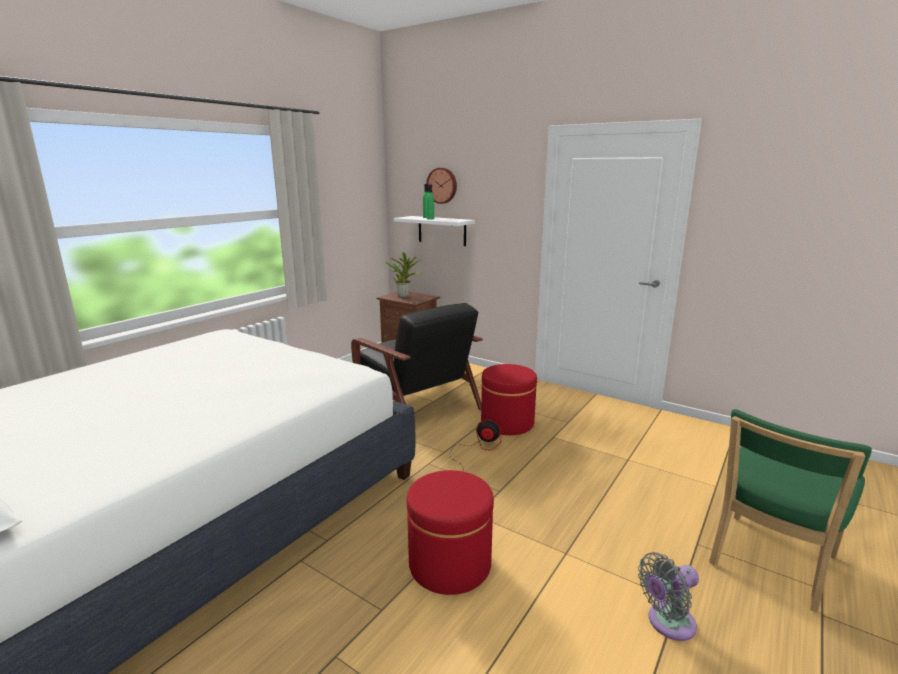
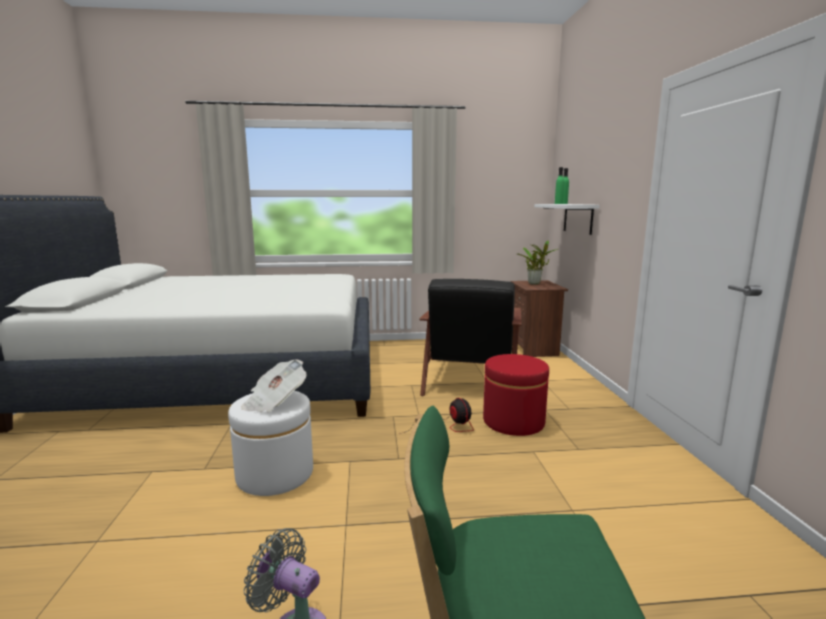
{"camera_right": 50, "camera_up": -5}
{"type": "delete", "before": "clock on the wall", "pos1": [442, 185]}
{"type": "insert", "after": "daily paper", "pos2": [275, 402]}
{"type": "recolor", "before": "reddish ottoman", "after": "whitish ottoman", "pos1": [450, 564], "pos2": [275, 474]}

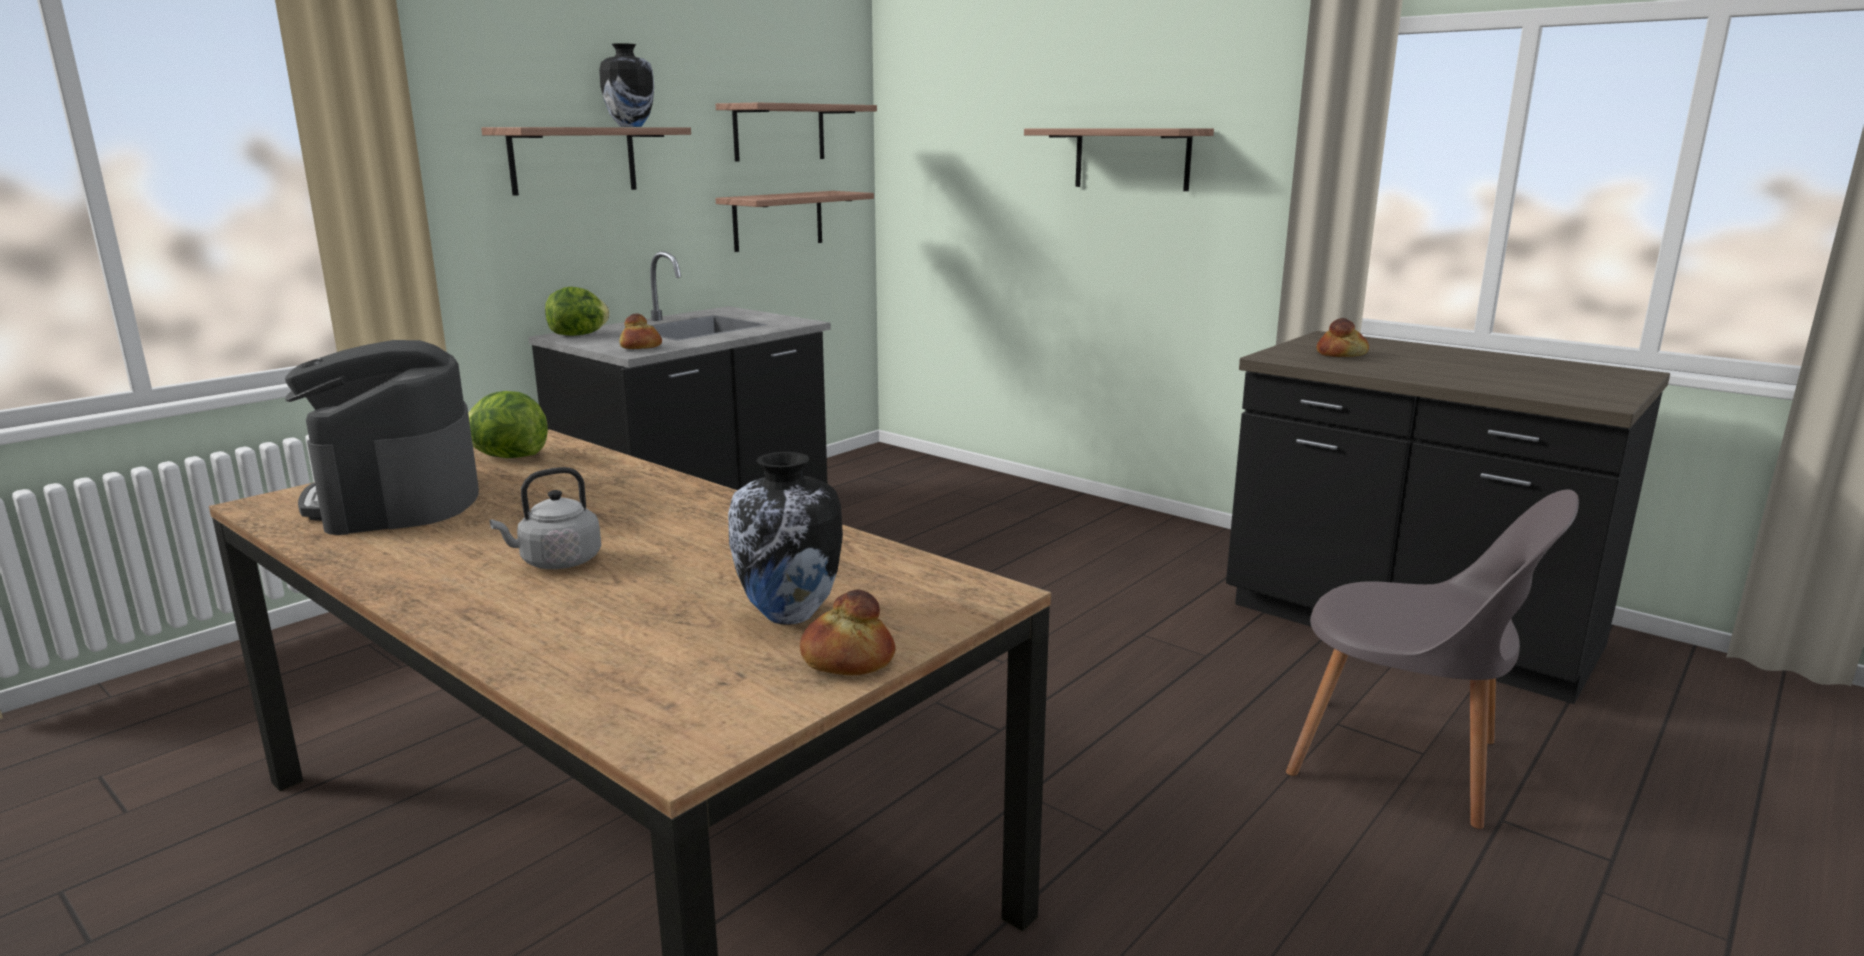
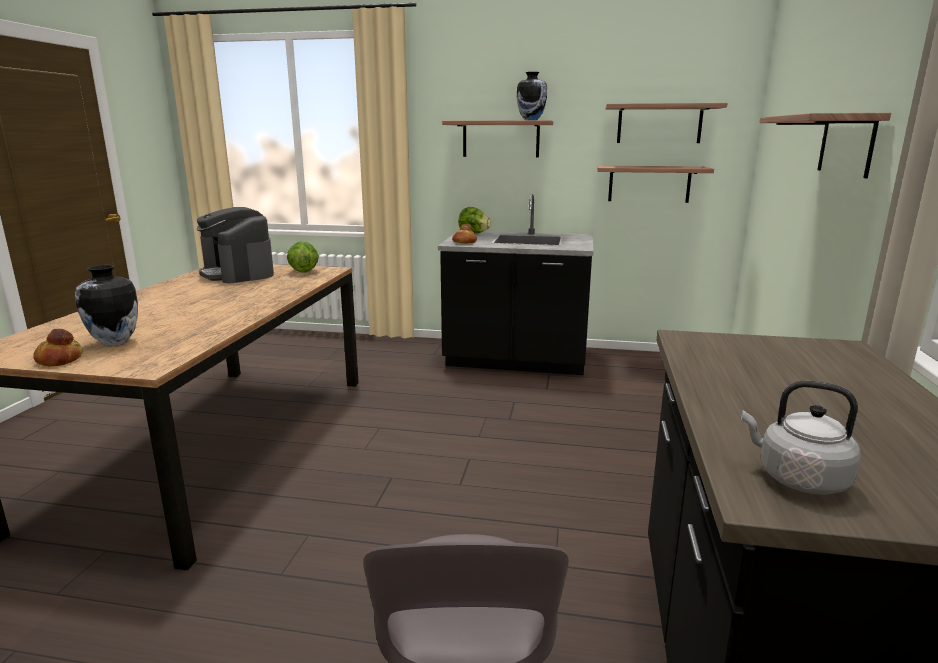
{"camera_right": 60, "camera_up": 0}
{"type": "delete", "before": "bread", "pos1": [1341, 354]}
{"type": "move", "before": "greyish tea kettle", "pos1": [557, 562], "pos2": [797, 478]}
{"type": "rotate", "before": "coffee brewer", "pos1": [396, 499], "pos2": [238, 273], "turn": -75}

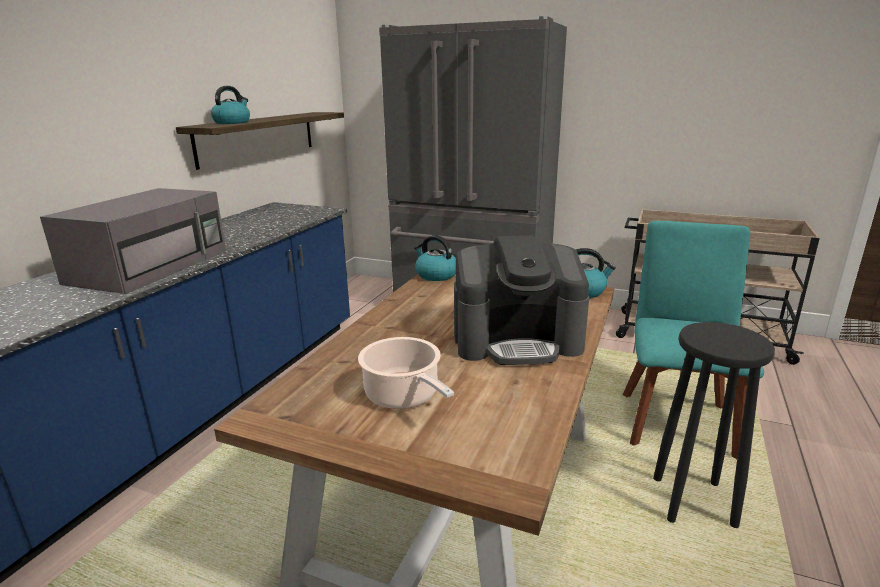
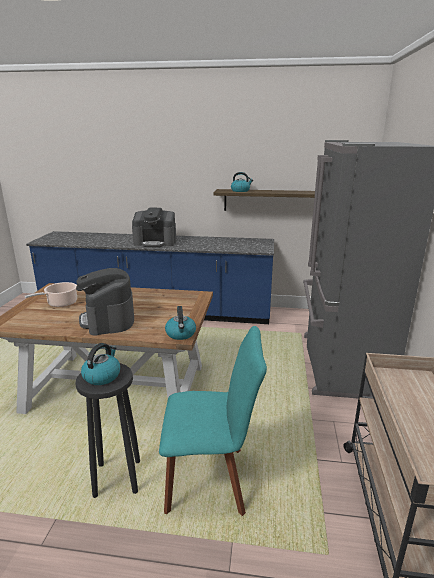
{"camera_right": 75, "camera_up": 0}
{"type": "move", "before": "tea kettle", "pos1": [435, 275], "pos2": [102, 376]}
{"type": "replace", "before": "greyish microwave oven", "after": "coffee brewer", "pos1": [151, 266], "pos2": [155, 242]}

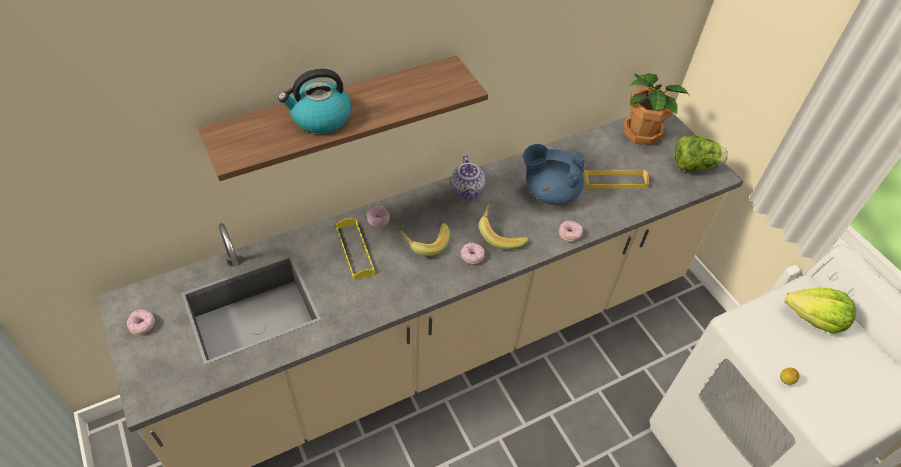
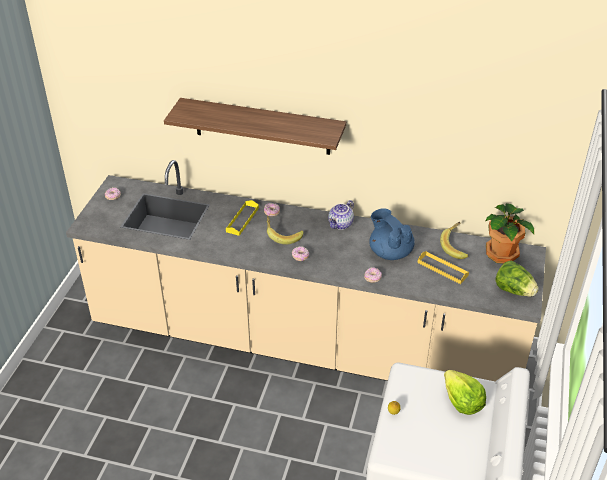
{"camera_right": 45, "camera_up": -10}
{"type": "delete", "before": "tea kettle", "pos1": [320, 118]}
{"type": "move", "before": "banana", "pos1": [501, 233], "pos2": [456, 247]}

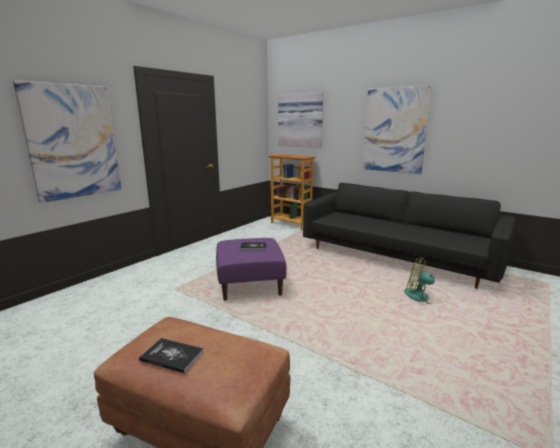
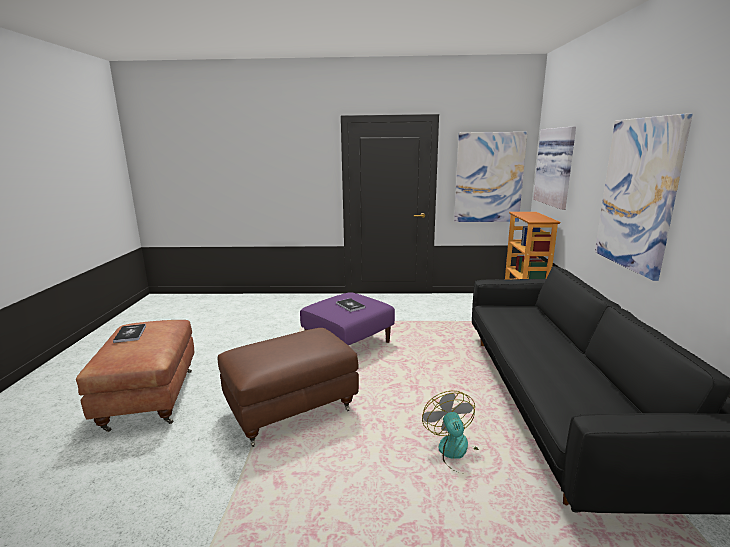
{"camera_right": 55, "camera_up": 0}
{"type": "insert", "after": "brown ottoman", "pos2": [291, 410]}
{"type": "move", "before": "wall art", "pos1": [73, 142], "pos2": [489, 178]}

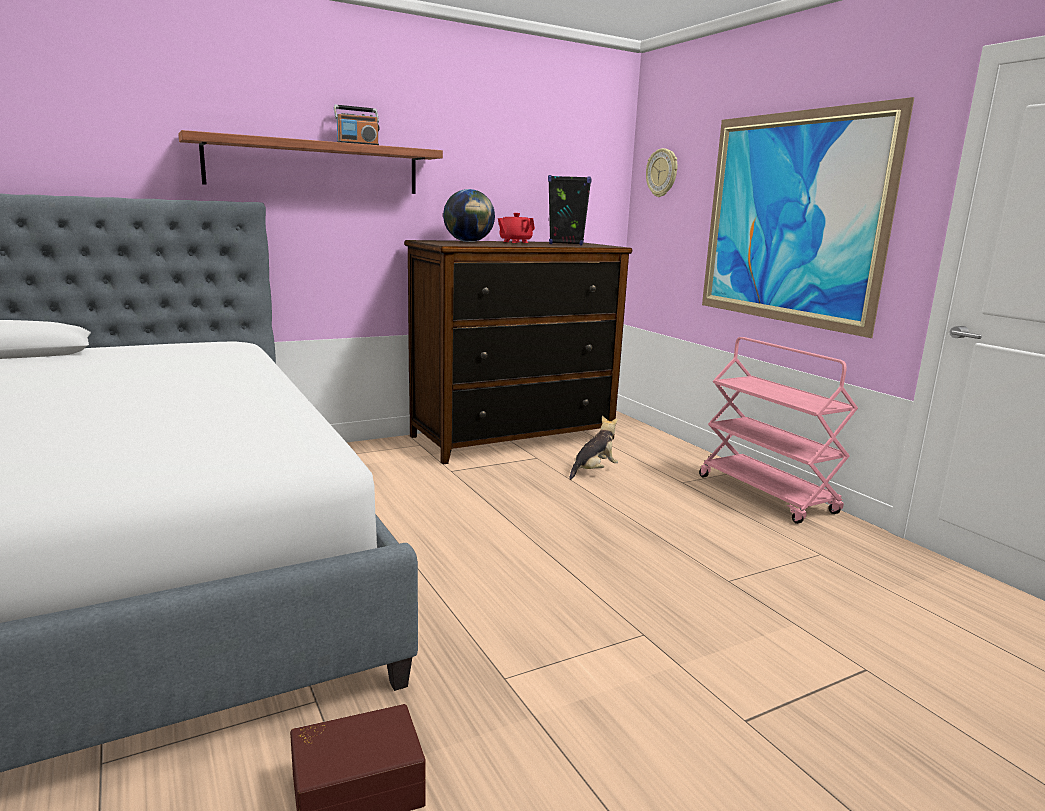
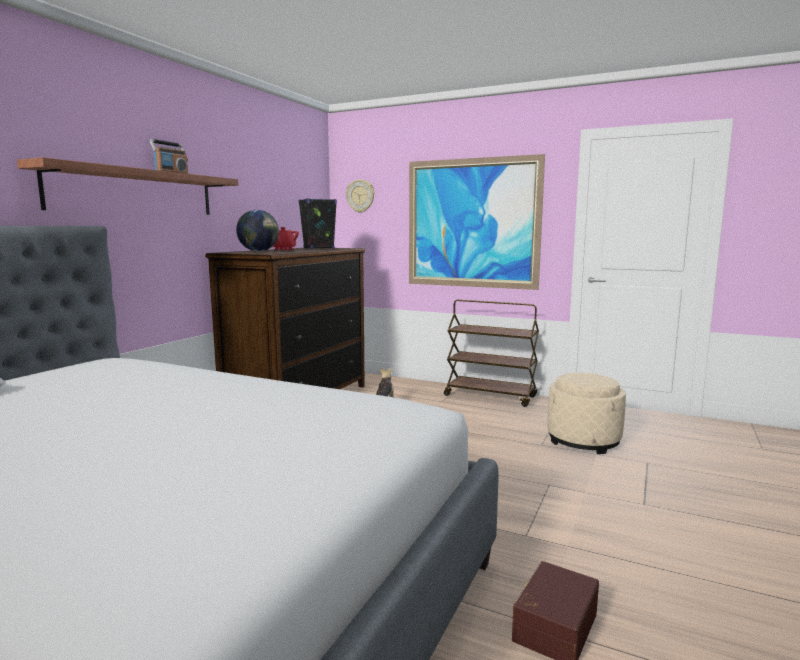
{"camera_right": -35, "camera_up": -5}
{"type": "insert", "after": "sand-coloured ottoman", "pos2": [583, 440]}
{"type": "recolor", "before": "pink-coloured cart", "after": "brown cart", "pos1": [767, 495], "pos2": [491, 396]}

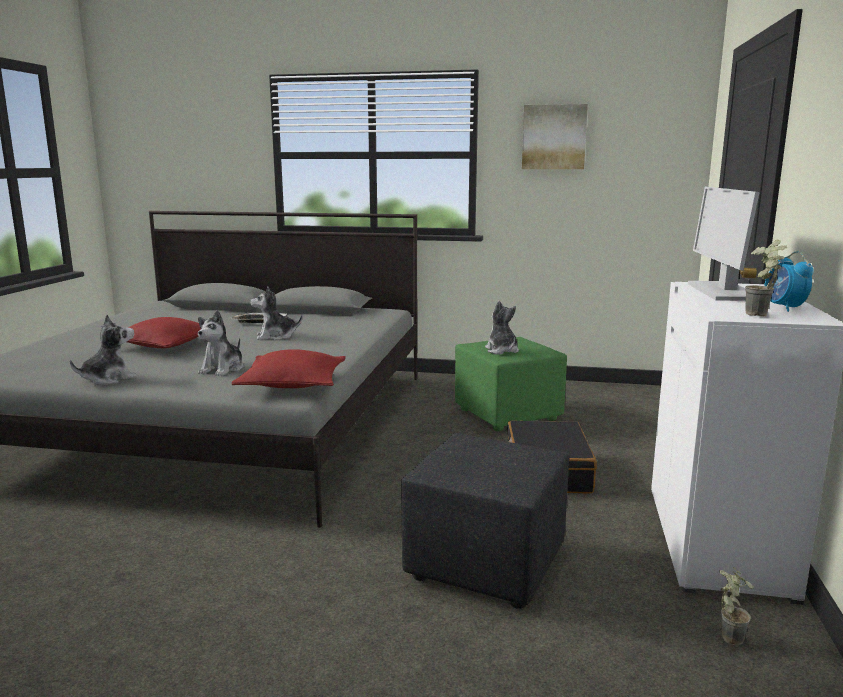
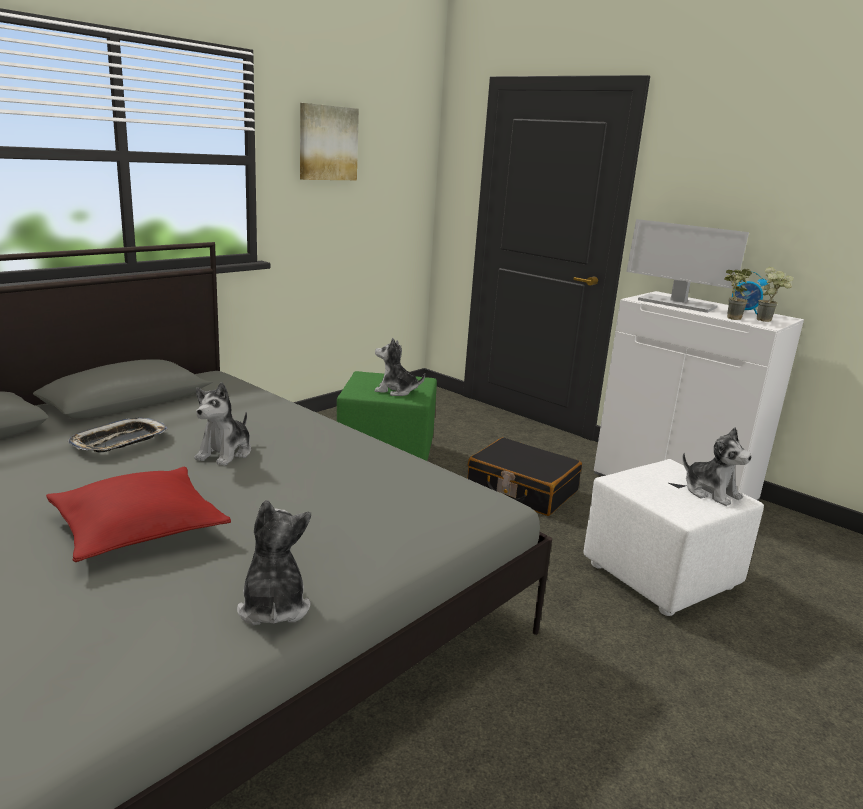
{"camera_right": -60, "camera_up": 5}
{"type": "delete", "before": "reddish cushion", "pos1": [292, 384]}
{"type": "move", "before": "plush toy", "pos1": [223, 369], "pos2": [711, 492]}
{"type": "move", "before": "plant in a pot", "pos1": [727, 635], "pos2": [729, 318]}
{"type": "recolor", "before": "blackish ottoman", "after": "whitish ottoman", "pos1": [484, 565], "pos2": [660, 577]}

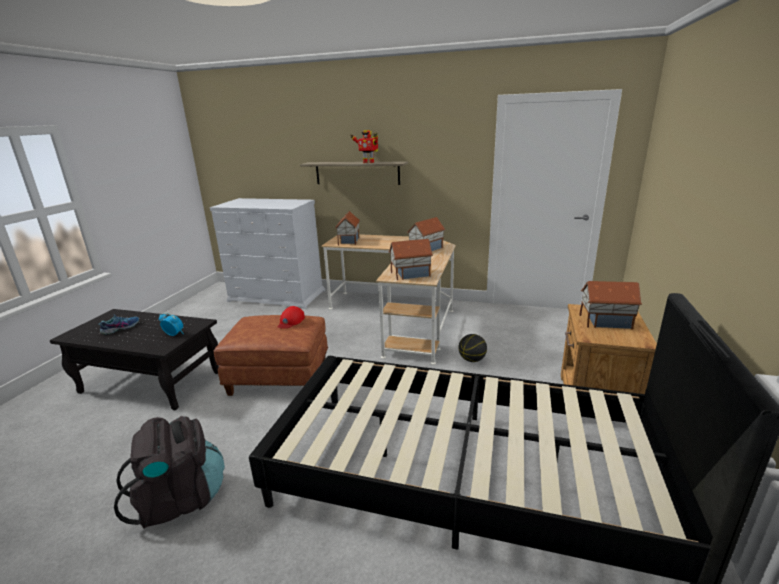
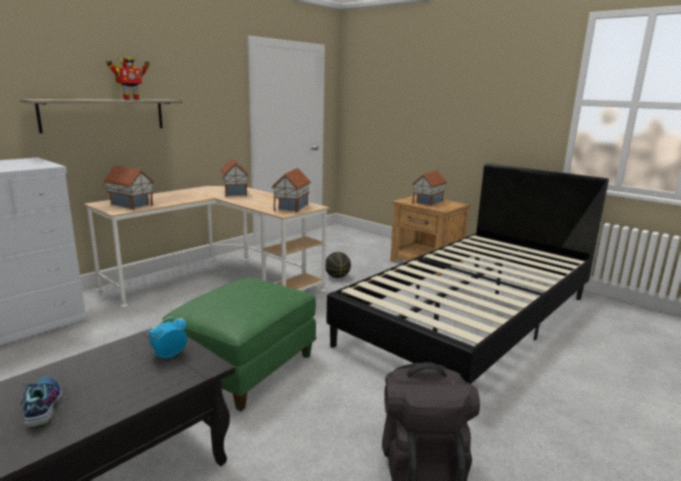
{"camera_right": -65, "camera_up": -5}
{"type": "delete", "before": "reddish peaked cap", "pos1": [291, 321]}
{"type": "recolor", "before": "brown ottoman", "after": "greenish ottoman", "pos1": [280, 377], "pos2": [245, 367]}

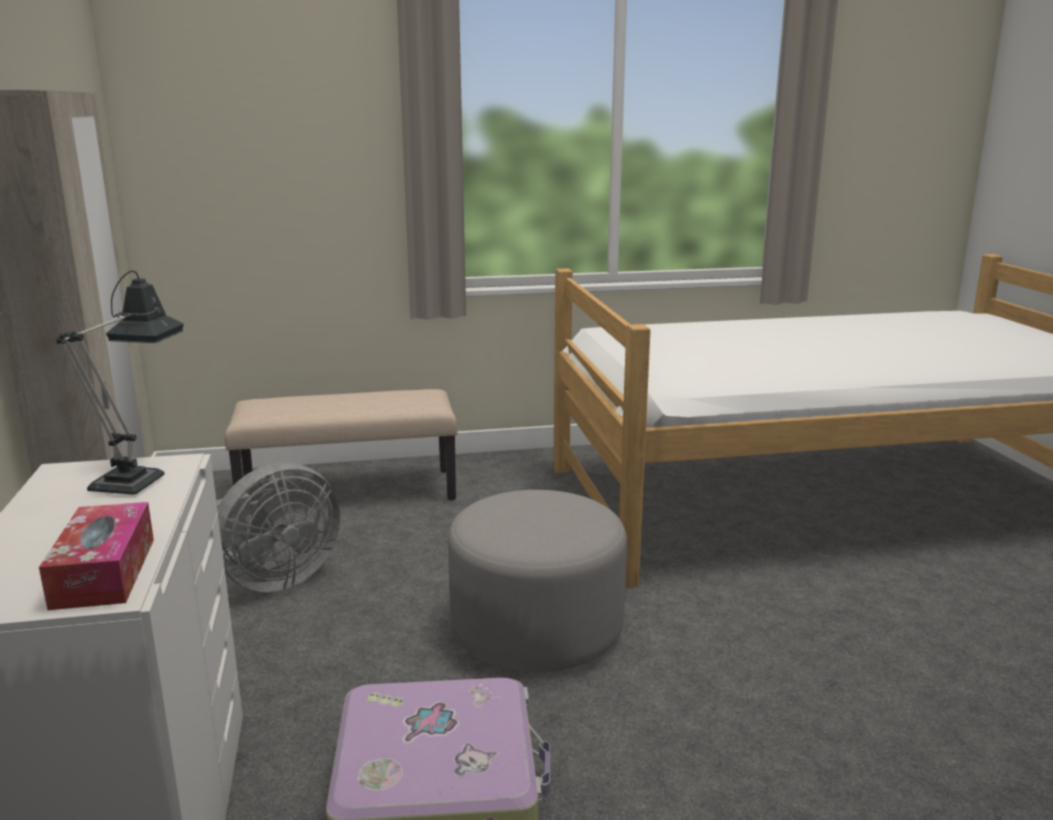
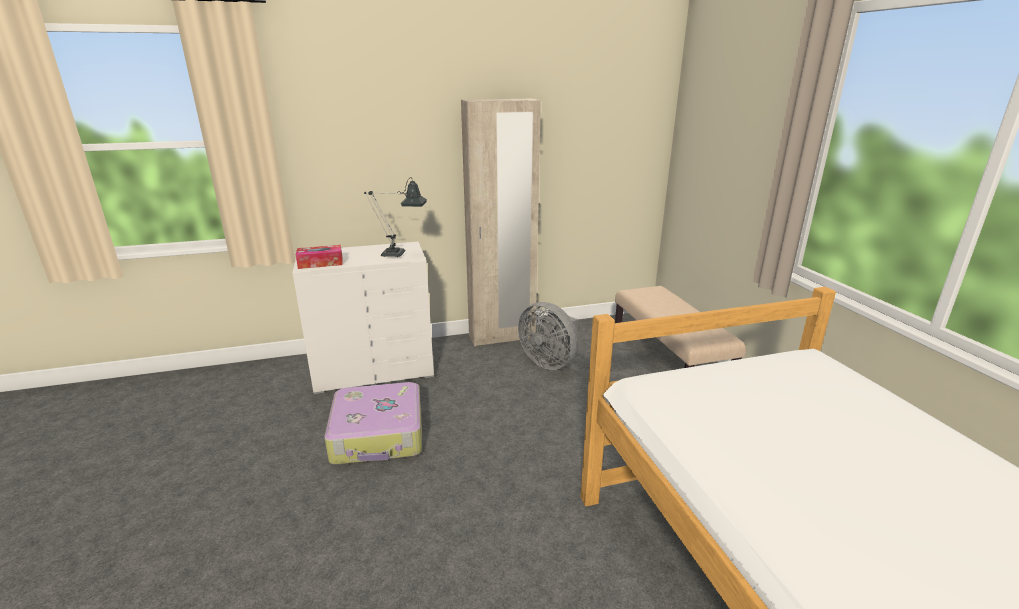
{"camera_right": 85, "camera_up": 5}
{"type": "delete", "before": "greyish ottoman", "pos1": [536, 628]}

